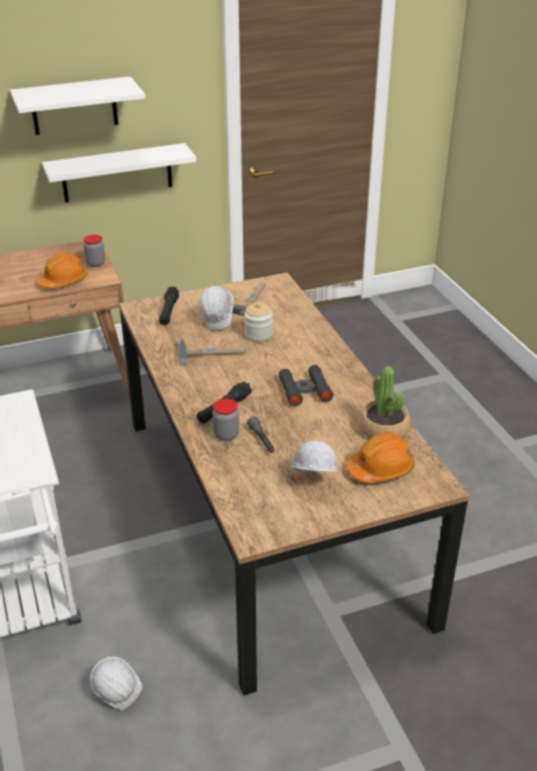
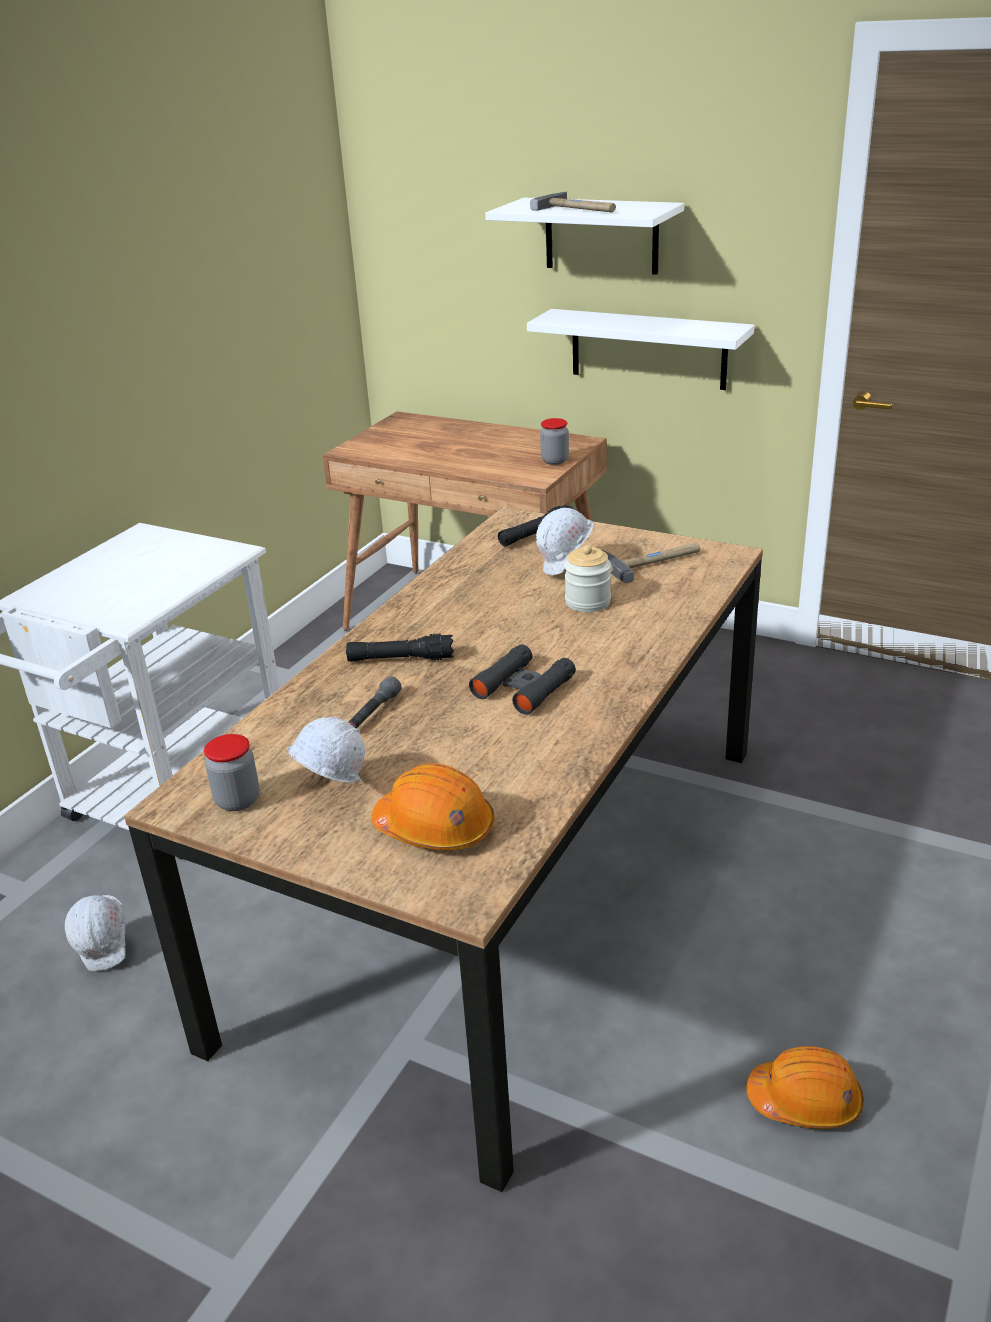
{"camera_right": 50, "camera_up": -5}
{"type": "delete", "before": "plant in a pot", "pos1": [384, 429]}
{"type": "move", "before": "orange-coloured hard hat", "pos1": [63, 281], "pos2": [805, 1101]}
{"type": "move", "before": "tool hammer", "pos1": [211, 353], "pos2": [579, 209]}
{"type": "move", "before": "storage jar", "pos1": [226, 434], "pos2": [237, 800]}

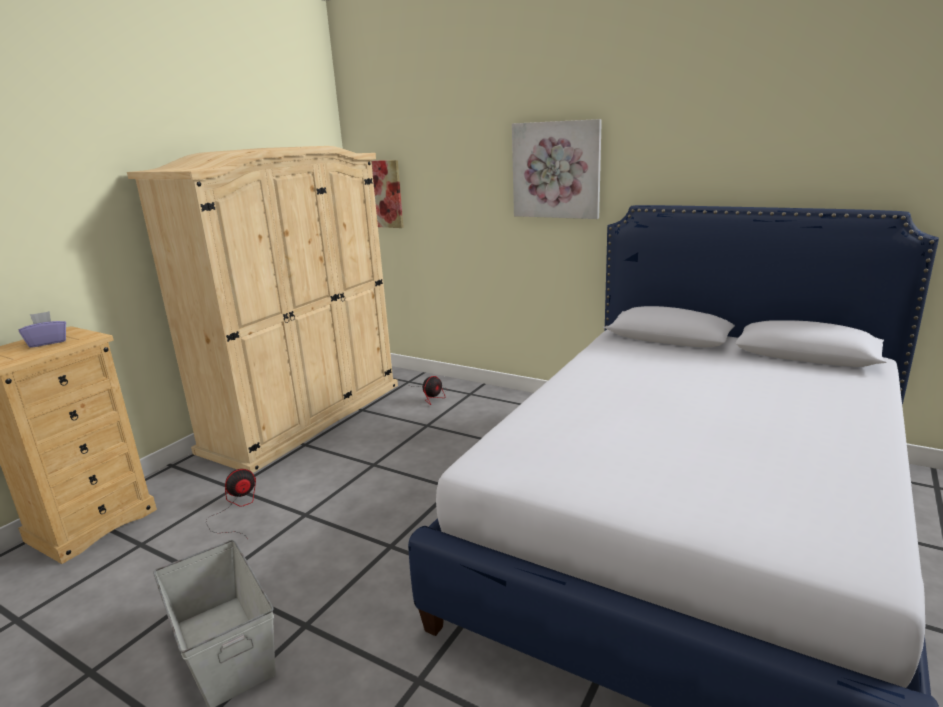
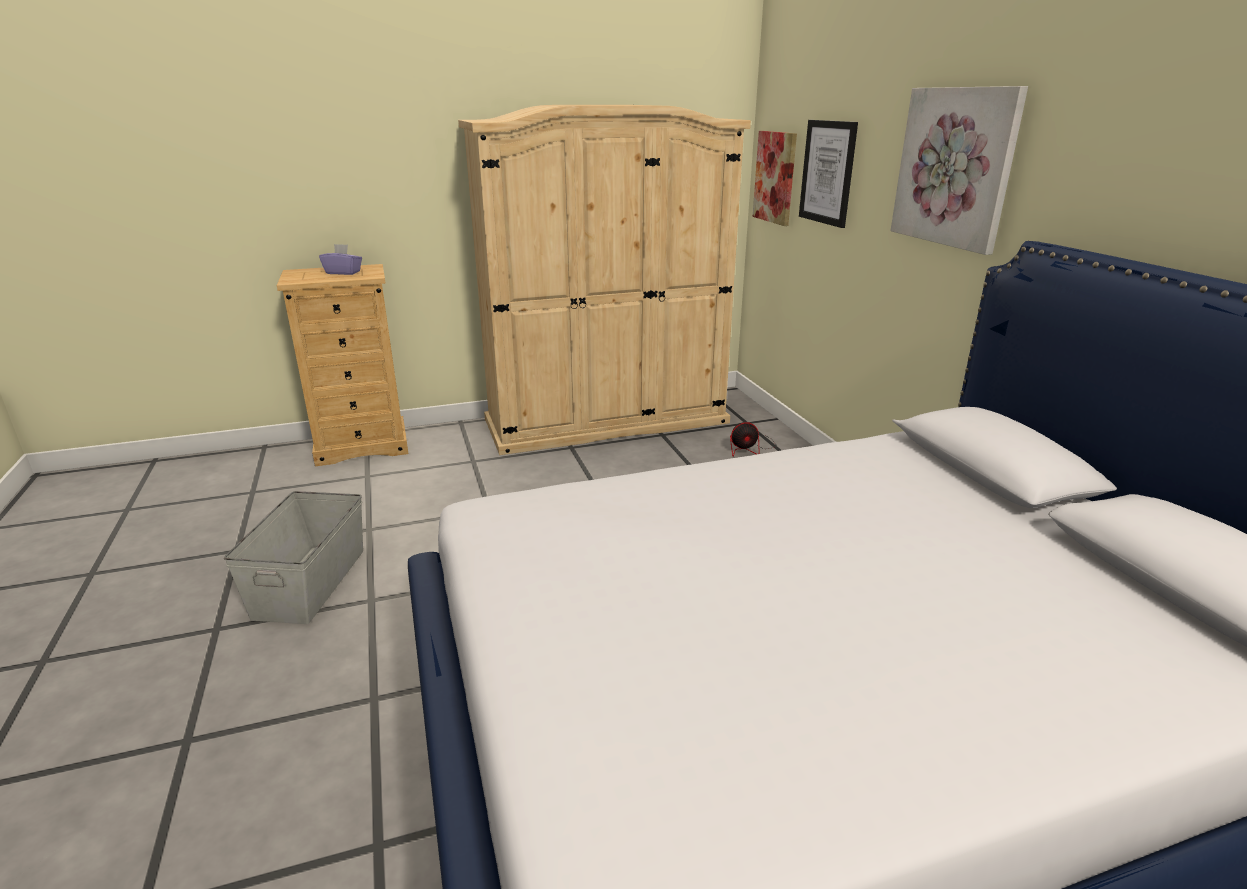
{"camera_right": 40, "camera_up": 5}
{"type": "delete", "before": "electric fan", "pos1": [236, 509]}
{"type": "insert", "after": "wall art", "pos2": [827, 172]}

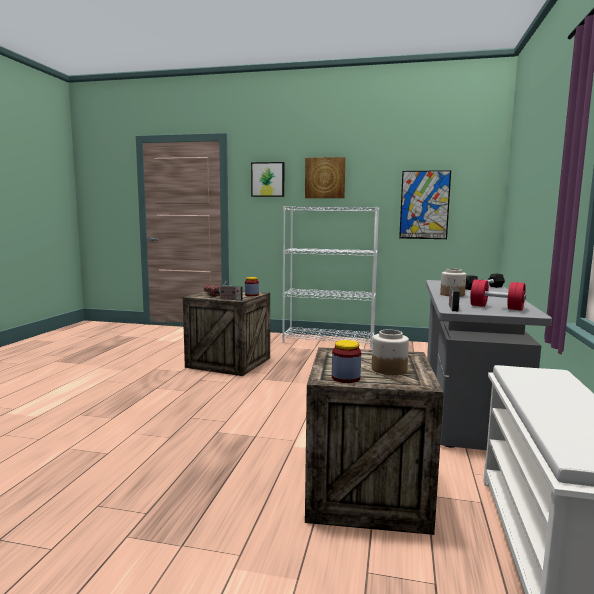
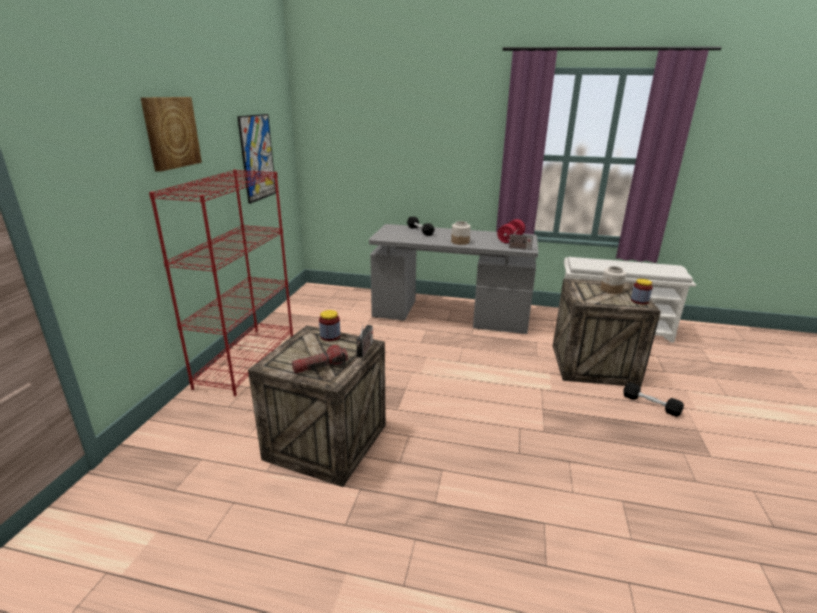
{"camera_right": -90, "camera_up": 15}
{"type": "delete", "before": "wall art", "pos1": [268, 179]}
{"type": "insert", "after": "blackish dumbbell", "pos2": [650, 404]}
{"type": "recolor", "before": "whitish shelving unit", "after": "reddish shelving unit", "pos1": [329, 341], "pos2": [247, 359]}

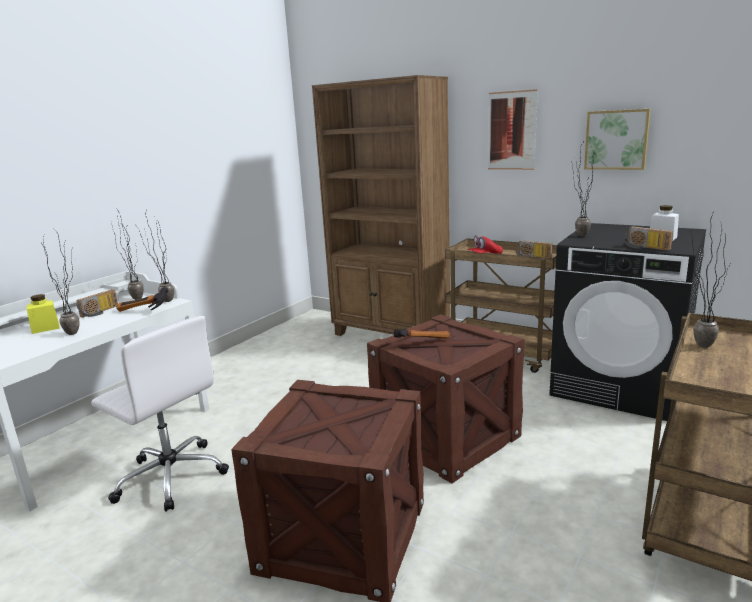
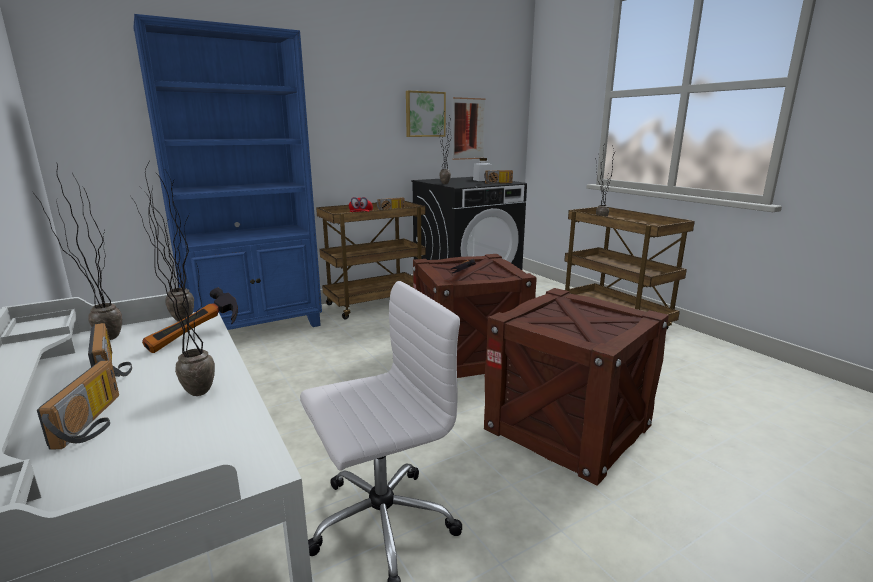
{"camera_right": -65, "camera_up": 0}
{"type": "move", "before": "wall art", "pos1": [512, 131], "pos2": [468, 129]}
{"type": "replace", "before": "yellow-coloured storage jar", "after": "radio set", "pos1": [45, 328], "pos2": [95, 422]}
{"type": "recolor", "before": "brown shelving unit", "after": "blue shelving unit", "pos1": [391, 335], "pos2": [256, 328]}

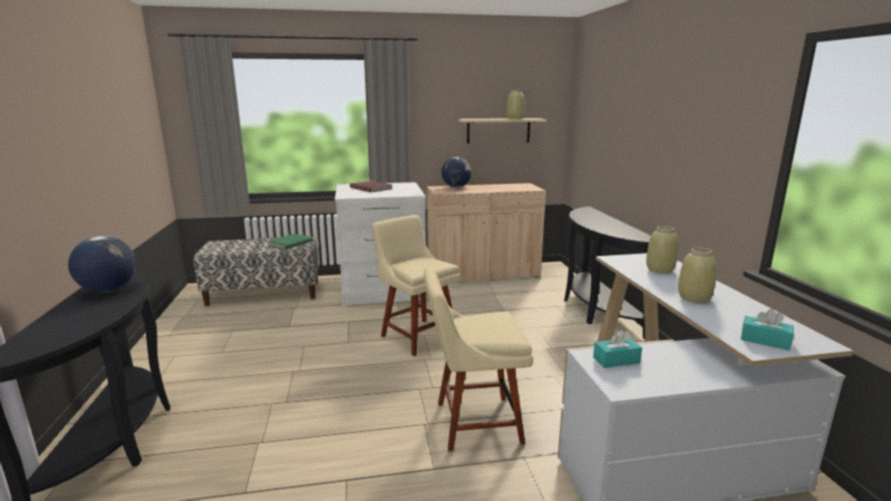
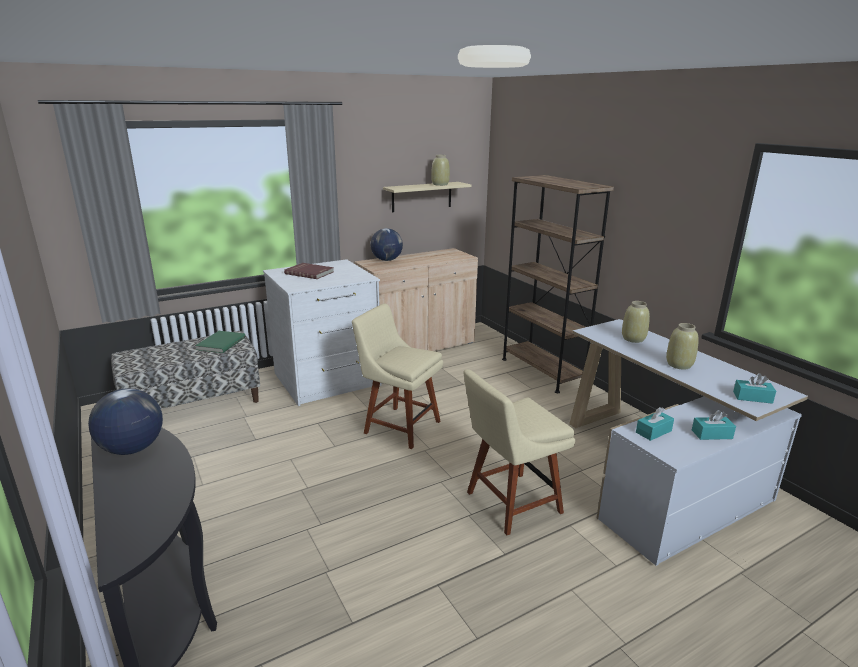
{"camera_right": -20, "camera_up": 5}
{"type": "insert", "after": "blue-green tissue box", "pos2": [712, 434]}
{"type": "replace", "before": "blackish narrow table", "after": "brown shelving unit", "pos1": [595, 310], "pos2": [542, 371]}

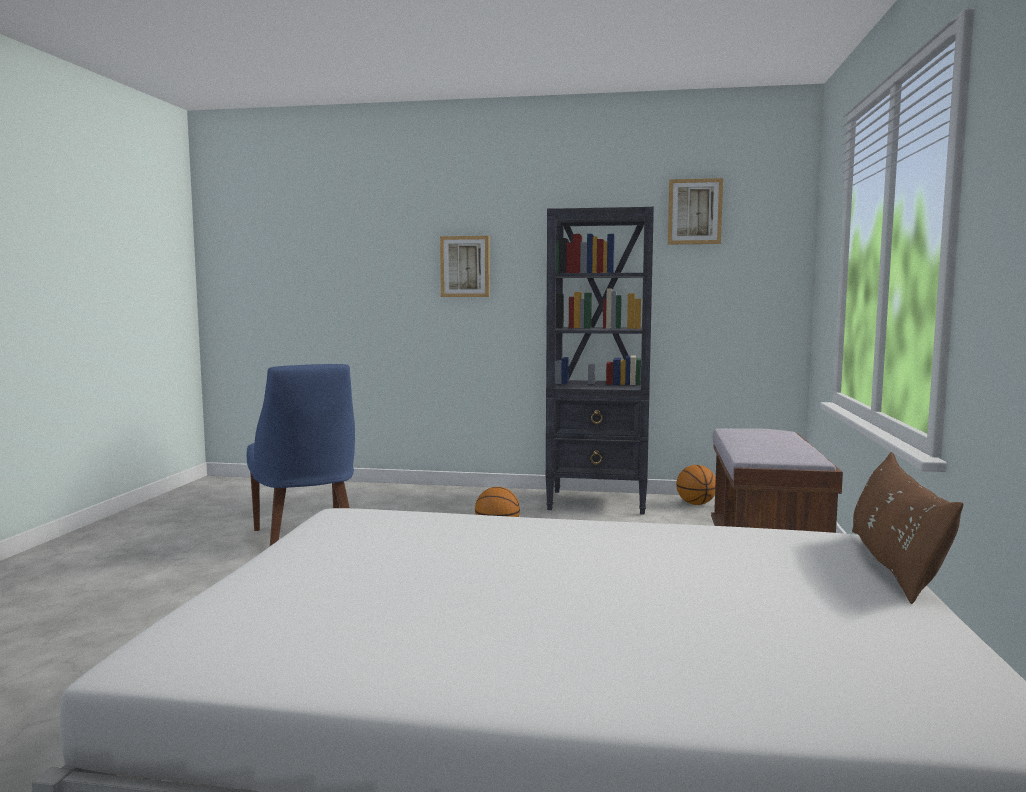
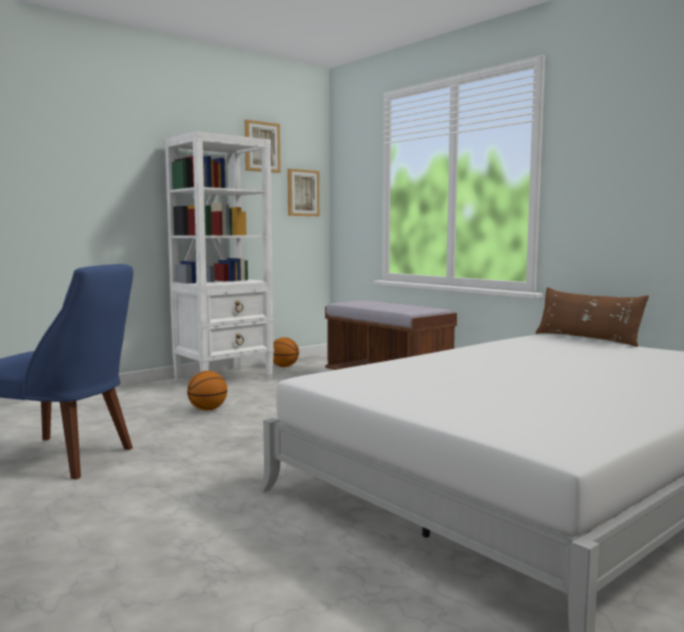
{"camera_right": -50, "camera_up": 0}
{"type": "move", "before": "wall art", "pos1": [465, 266], "pos2": [302, 193]}
{"type": "recolor", "before": "blackish shelving unit", "after": "whitish shelving unit", "pos1": [598, 502], "pos2": [224, 378]}

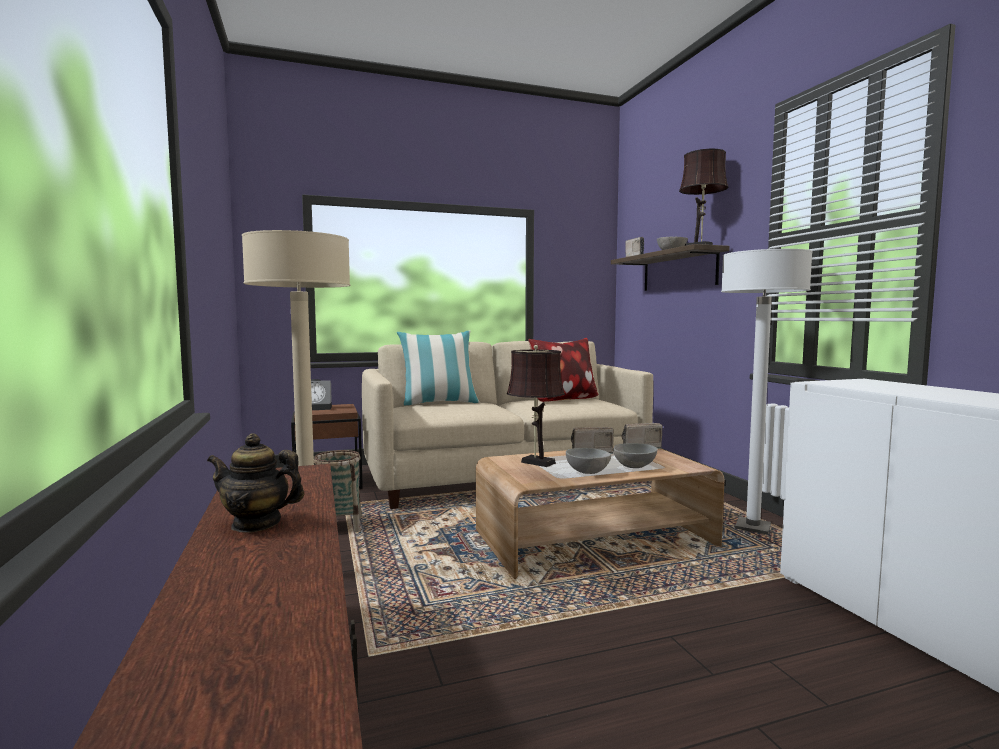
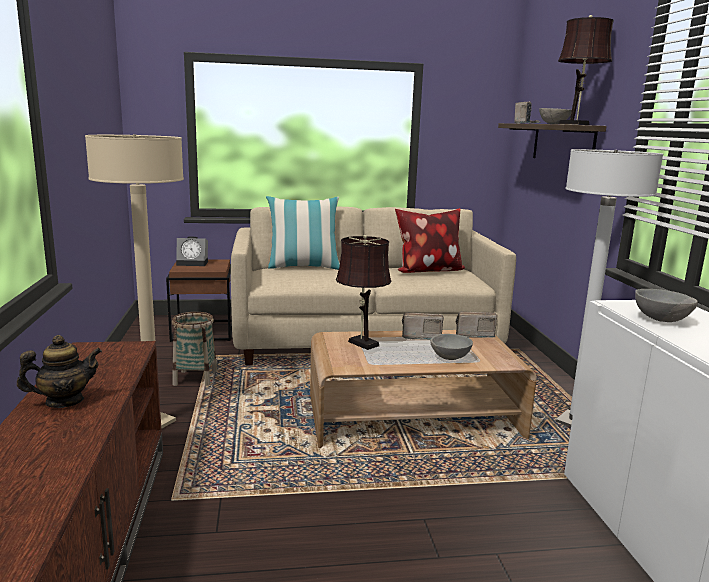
{"camera_right": 10, "camera_up": 10}
{"type": "move", "before": "greyish serving bowl", "pos1": [587, 472], "pos2": [661, 319]}
{"type": "rotate", "before": "teapot", "pos1": [256, 524], "pos2": [64, 401], "turn": 135}

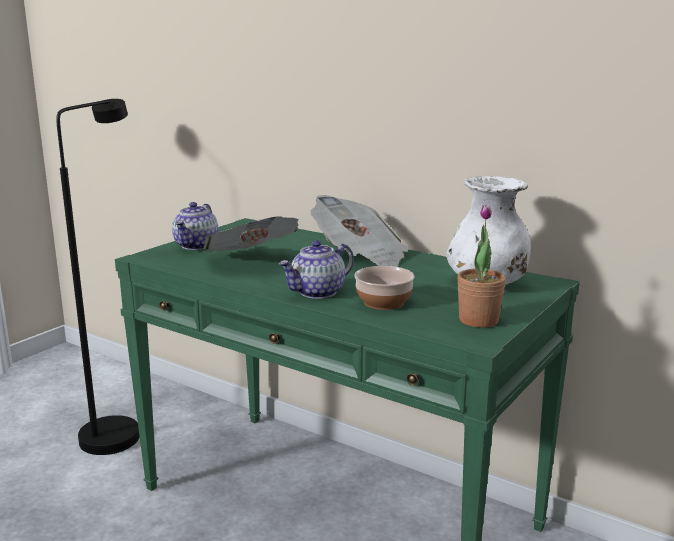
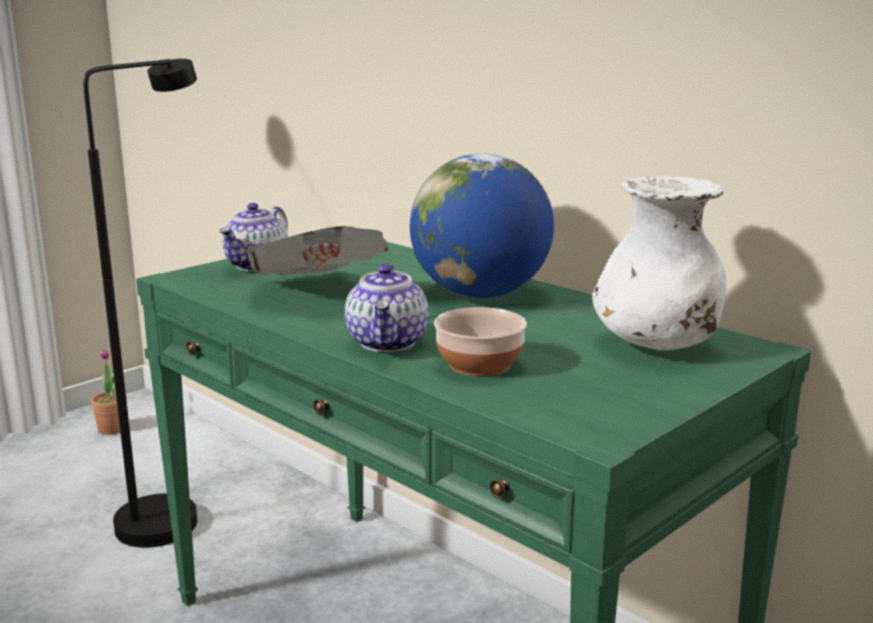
{"camera_right": 10, "camera_up": 0}
{"type": "move", "before": "plant in a pot", "pos1": [478, 320], "pos2": [112, 428]}
{"type": "replace", "before": "daily paper", "after": "globe", "pos1": [360, 257], "pos2": [480, 294]}
{"type": "rotate", "before": "teapot", "pos1": [317, 292], "pos2": [388, 343], "turn": -60}

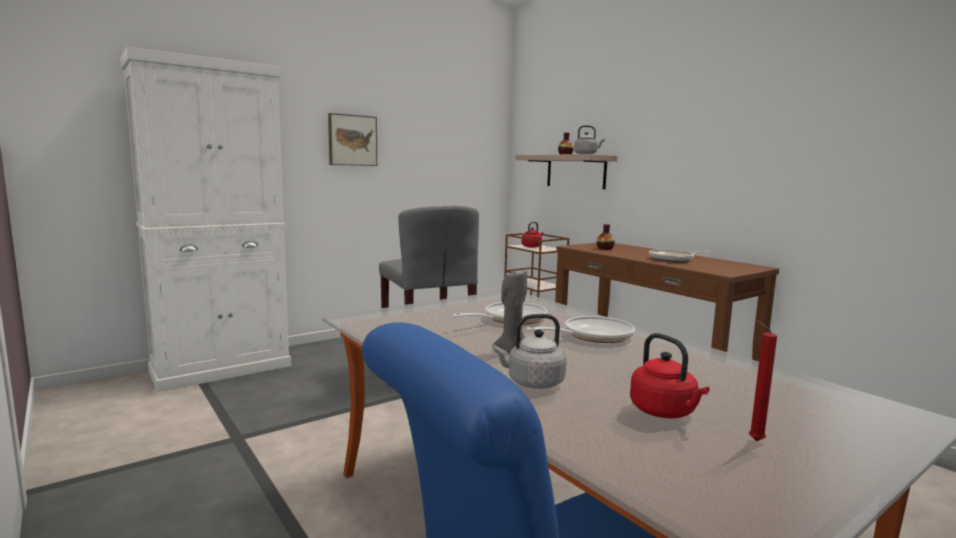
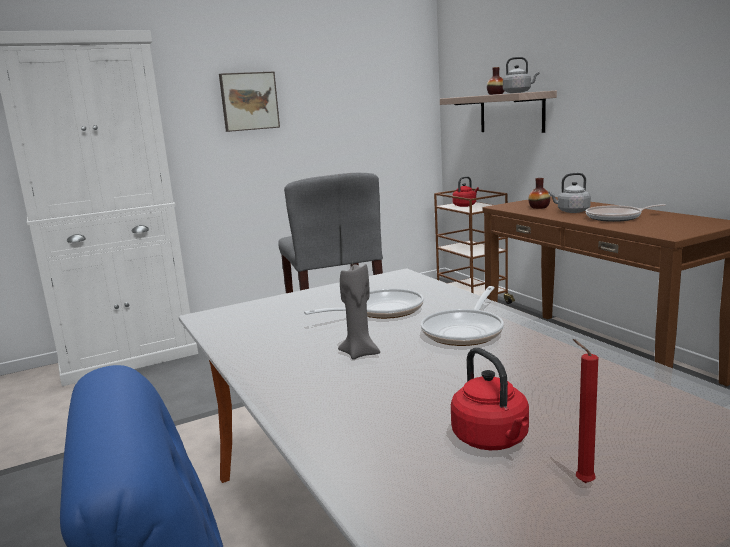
{"camera_right": 10, "camera_up": 5}
{"type": "move", "before": "greyish tea kettle", "pos1": [532, 383], "pos2": [571, 211]}
{"type": "rotate", "before": "frying pan", "pos1": [592, 336], "pos2": [465, 331], "turn": 135}

